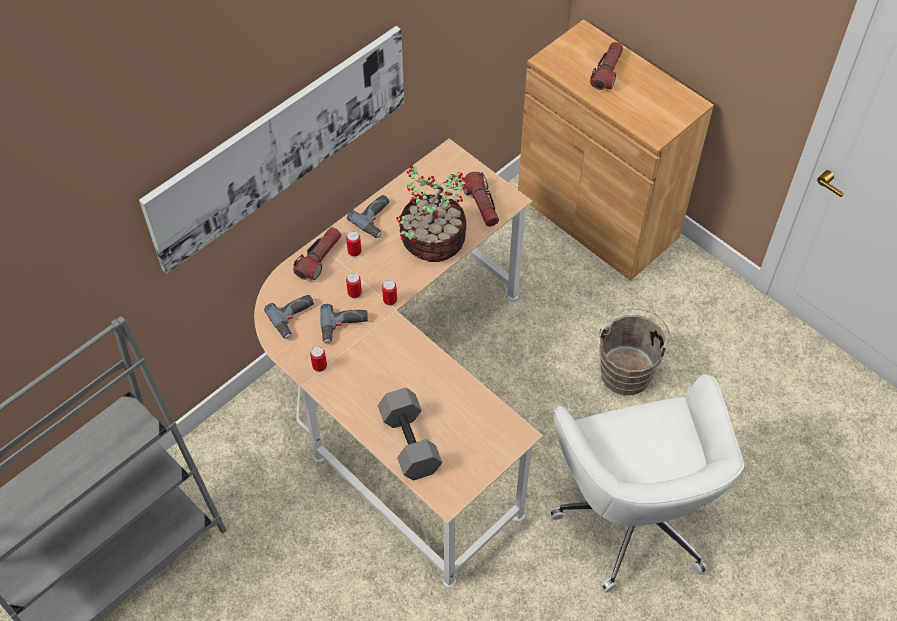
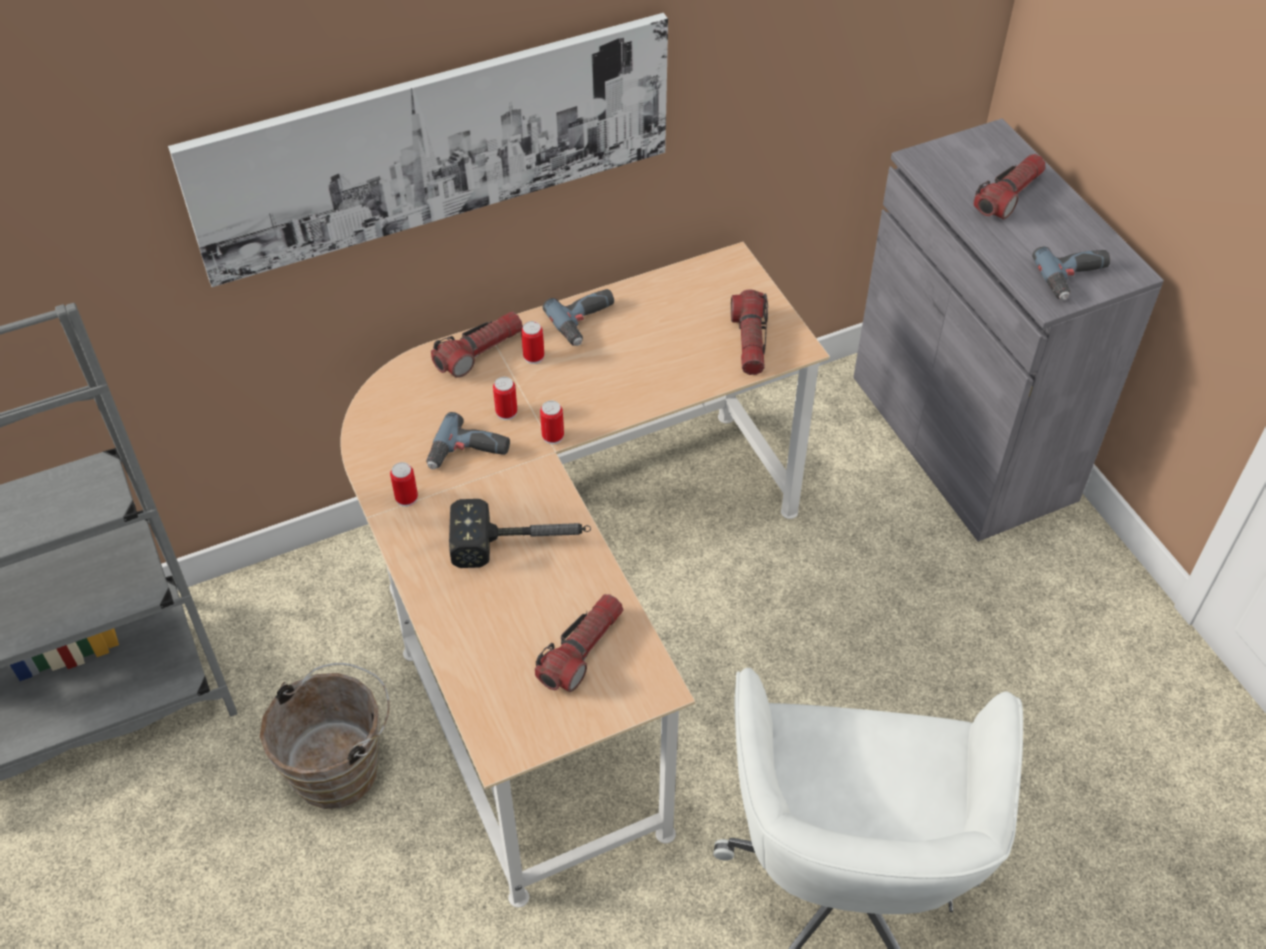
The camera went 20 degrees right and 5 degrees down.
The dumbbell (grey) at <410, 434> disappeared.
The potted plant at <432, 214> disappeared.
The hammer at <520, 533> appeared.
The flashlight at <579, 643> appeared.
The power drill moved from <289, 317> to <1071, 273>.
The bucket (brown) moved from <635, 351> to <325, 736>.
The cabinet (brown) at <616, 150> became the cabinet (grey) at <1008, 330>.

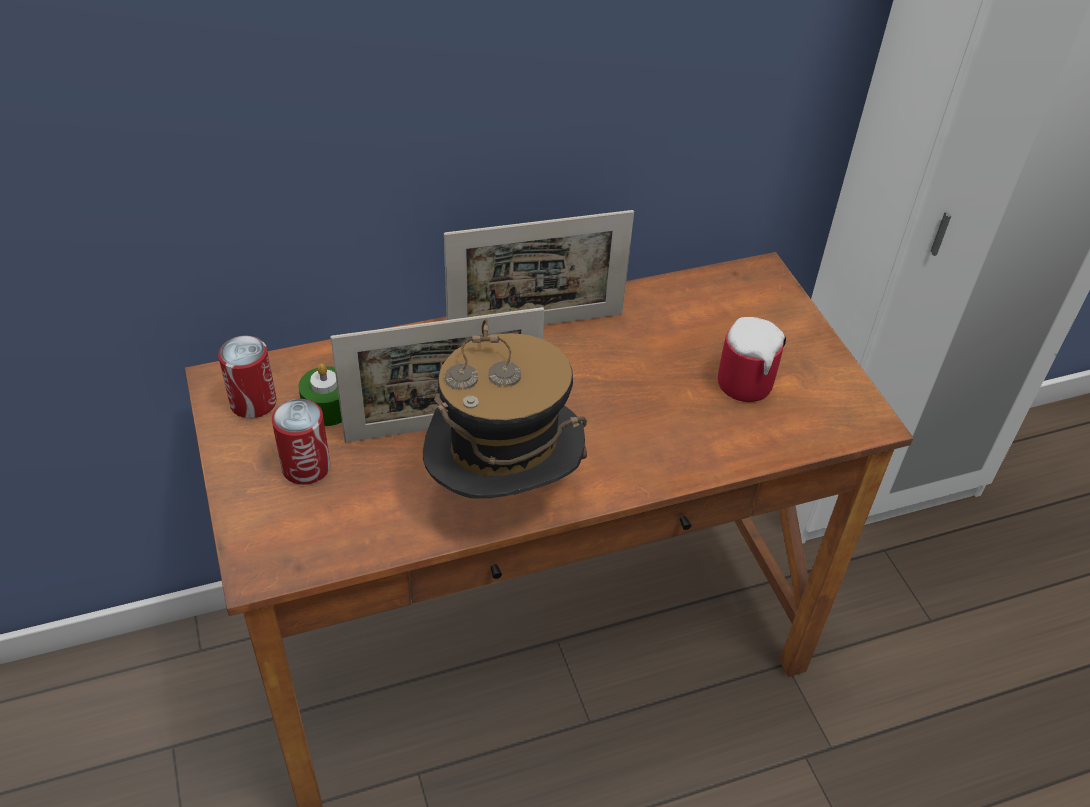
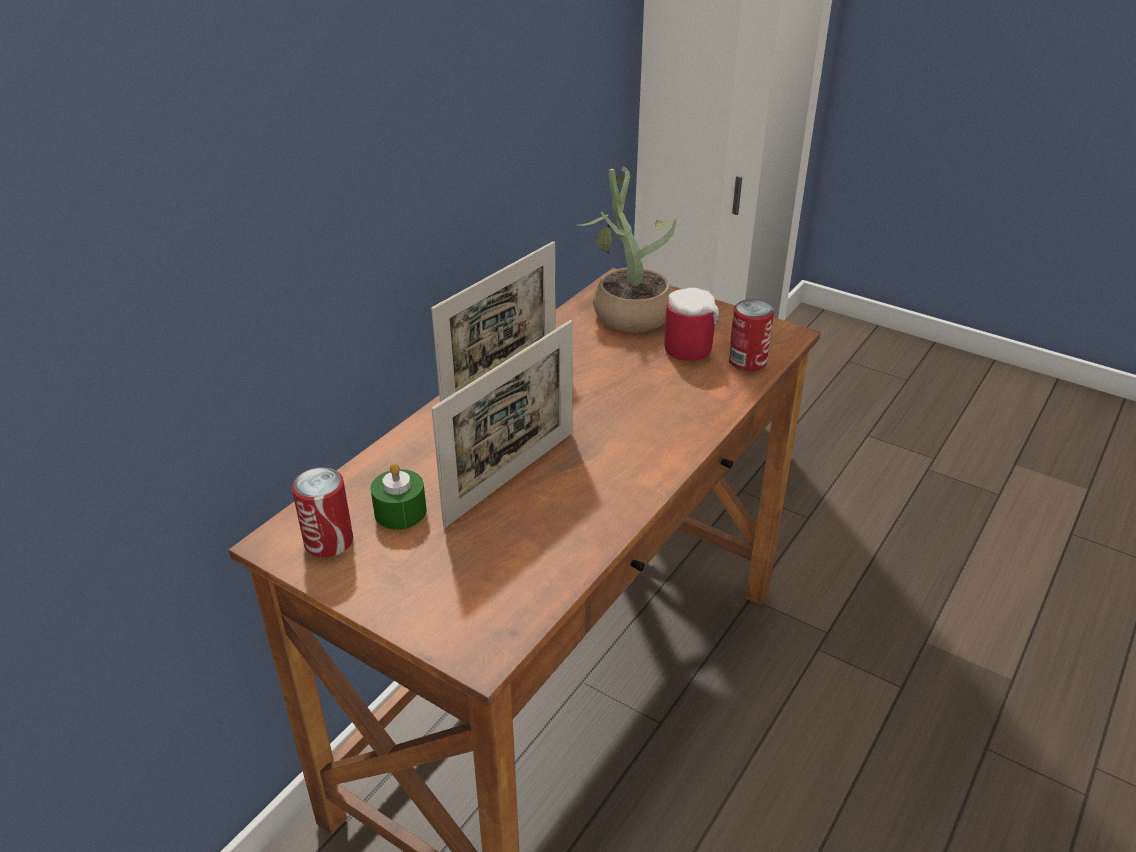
The camera went 35 degrees left and 10 degrees down.
The hat at <505, 409> disappeared.
The potted plant at <628, 249> appeared.
The can moved from <301, 442> to <751, 335>.

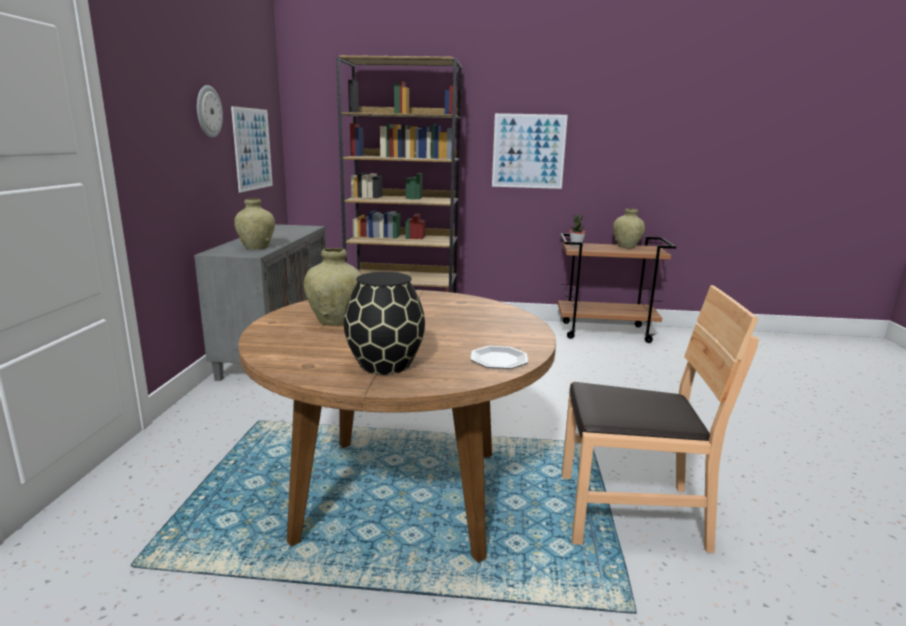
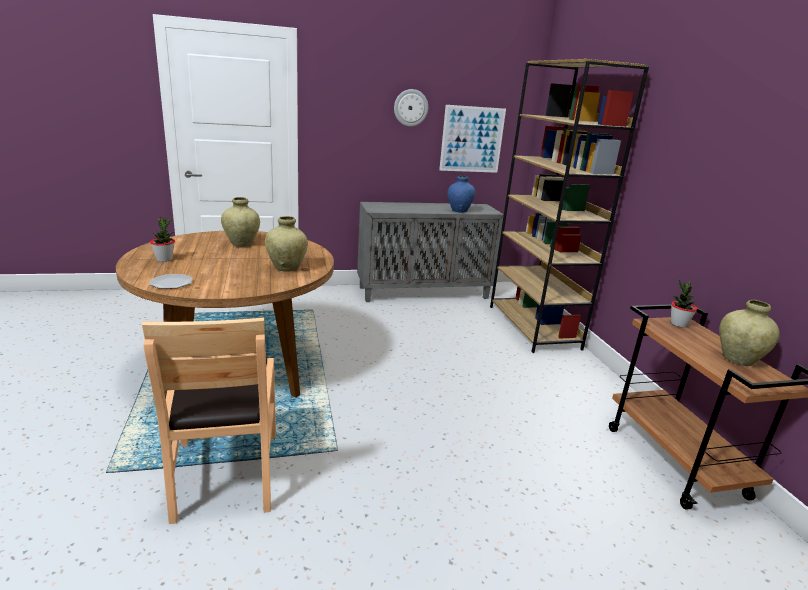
The camera went 70 degrees right and 5 degrees up.
The picture at <530, 151> disappeared.
The vase (blue) at <461, 194> appeared.
The vase (beige) moved from <254, 224> to <286, 244>.
The vase (black) at <384, 323> was replaced by the potted plant at <162, 239>.

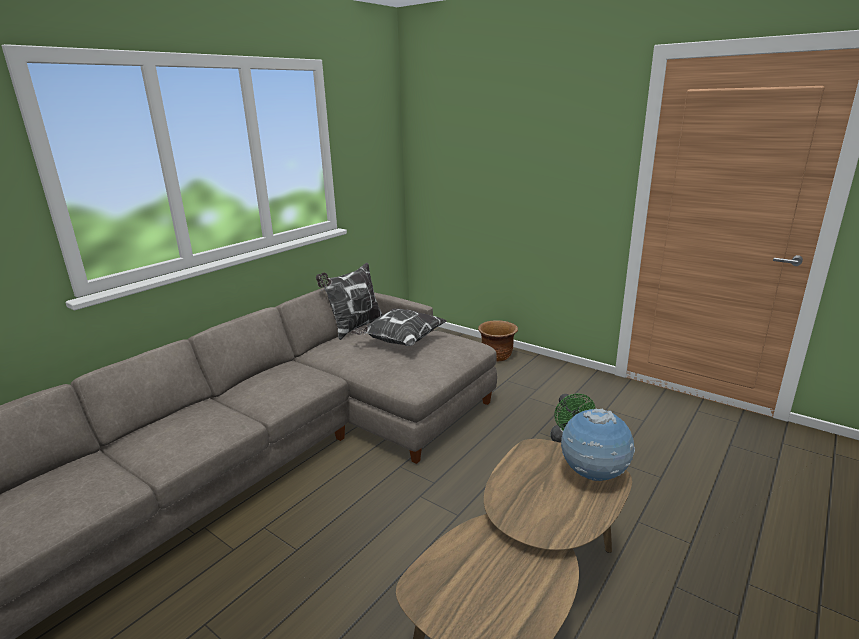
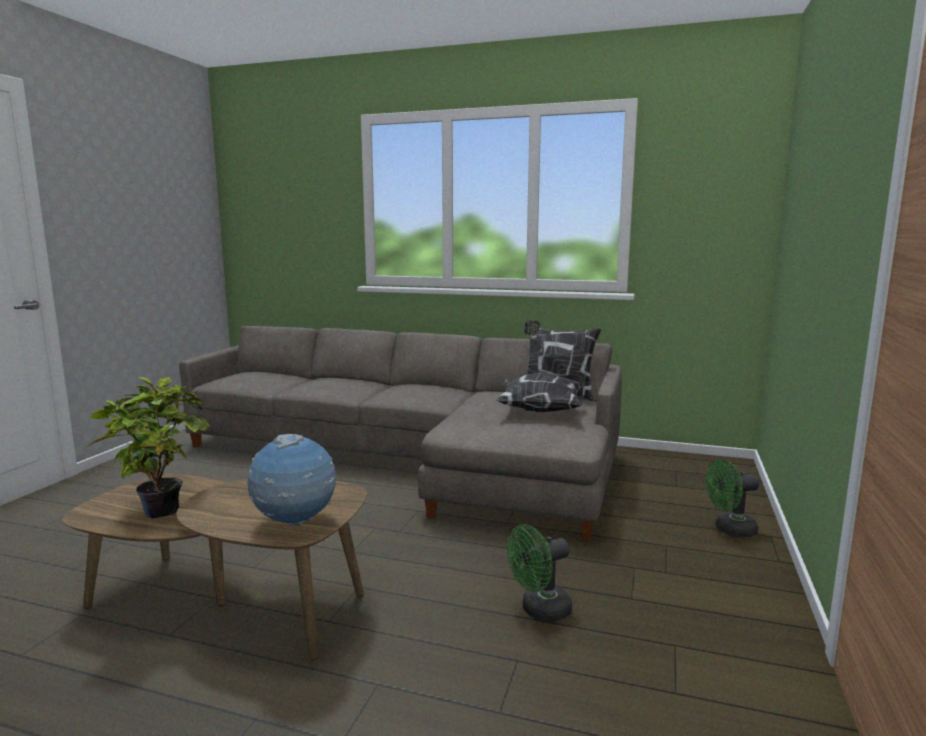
The camera went 70 degrees right and 10 degrees down.
The potted plant at <148, 448> appeared.
The planter (brown) at <498, 341> was replaced by the fan (green) at <732, 498>.

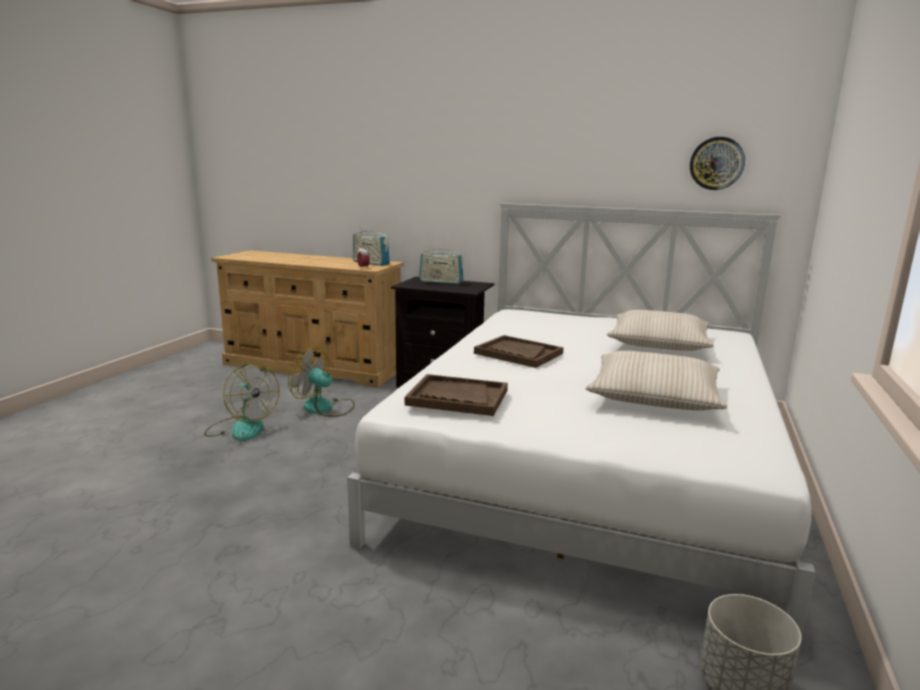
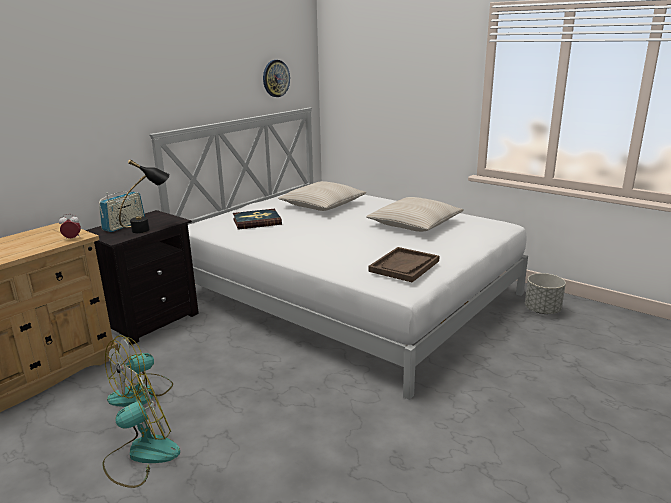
The camera went 70 degrees left and 5 degrees up.
The radio at <371, 246> disappeared.
The tray (brown) at <518, 351> disappeared.
The table lamp (black) at <144, 196> appeared.
The book at <257, 219> appeared.

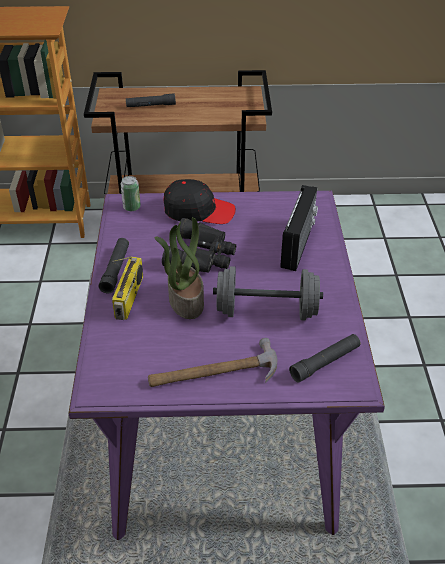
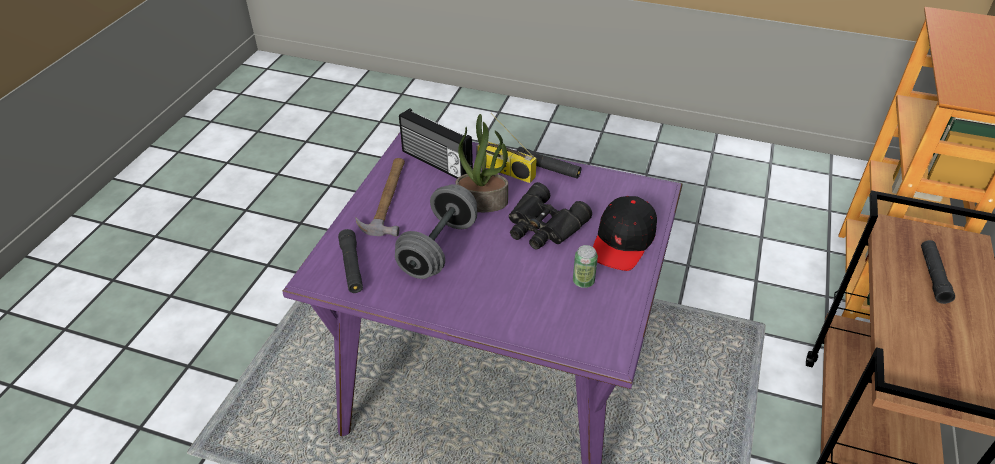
The camera went 110 degrees right and 0 degrees up.
The can moved from <131, 193> to <585, 266>.
The radio moved from <299, 228> to <436, 143>.

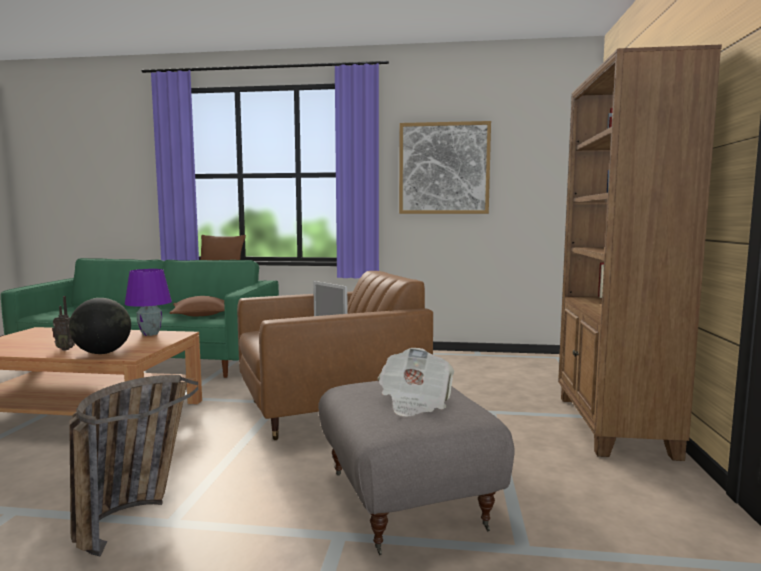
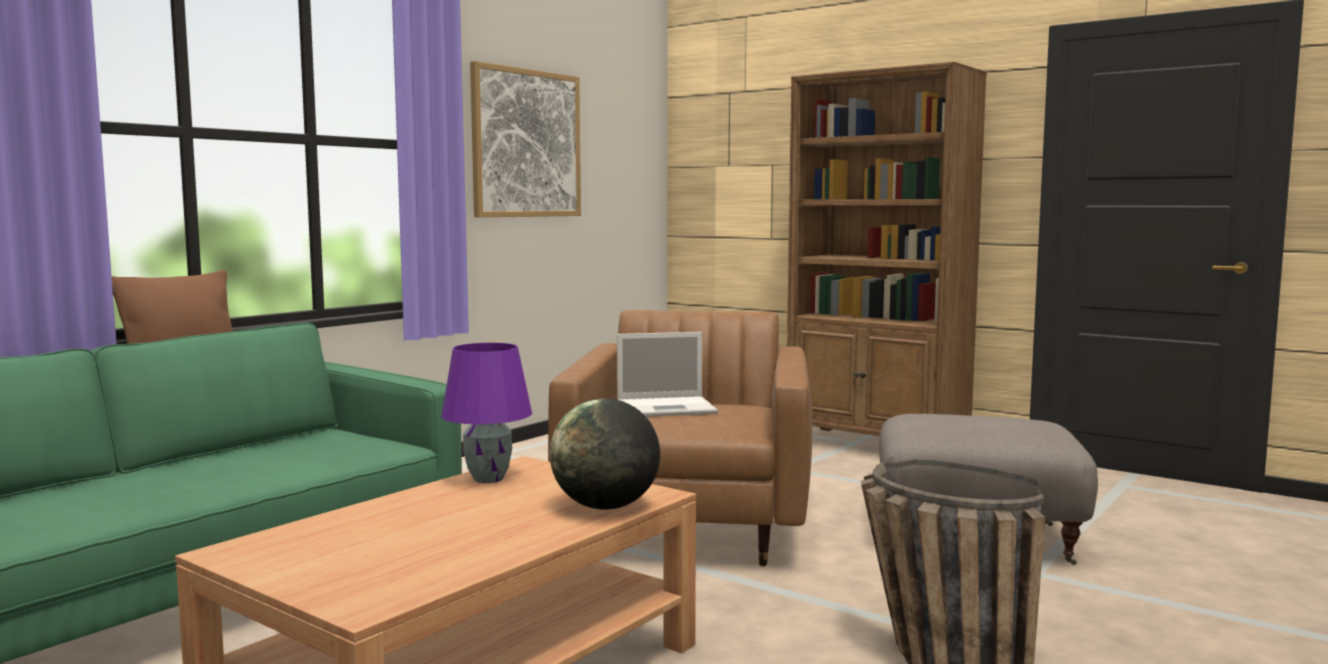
The camera went 60 degrees left and 0 degrees up.
The radio at <63, 323> disappeared.
The pillow (brown) at <197, 306> disappeared.
The newspaper at <416, 382> disappeared.

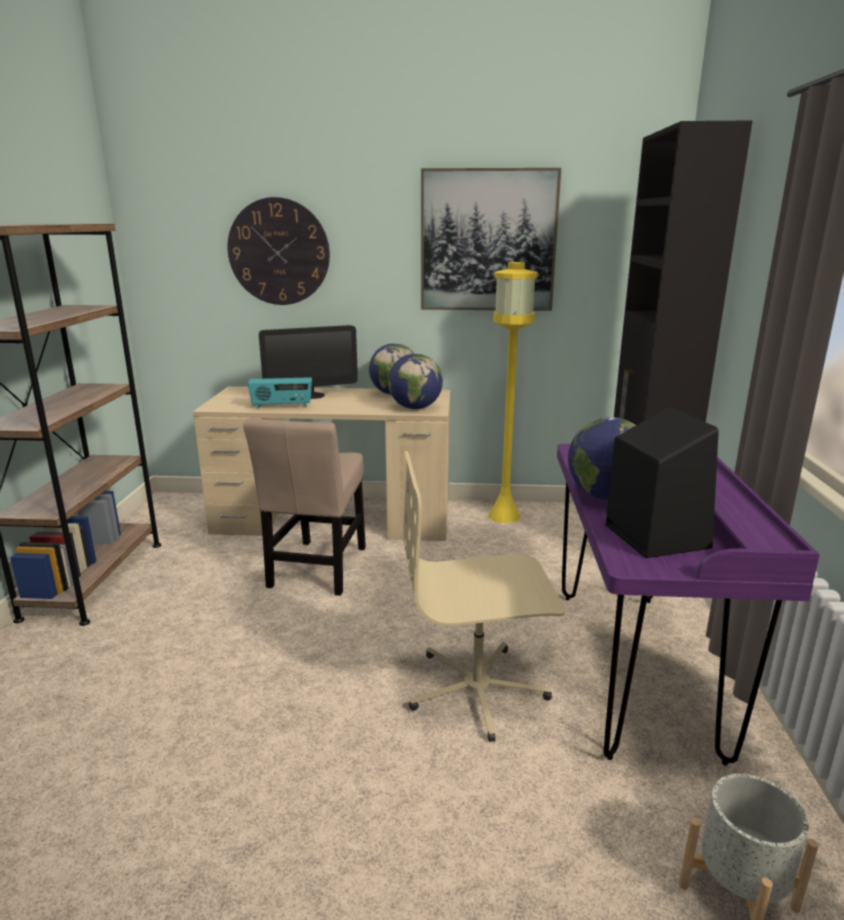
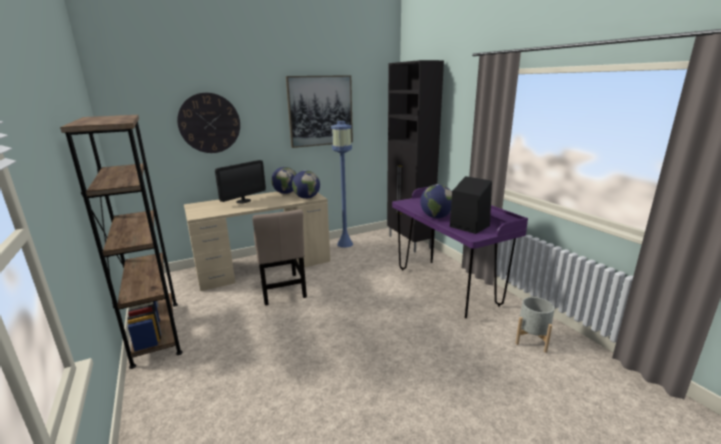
The camera went 30 degrees left and 0 degrees up.
The radio at <280, 392> disappeared.
The office chair (beige) at <484, 596> disappeared.
The floor lamp (yellow) at <513, 392> became the floor lamp (blue) at <342, 184>.

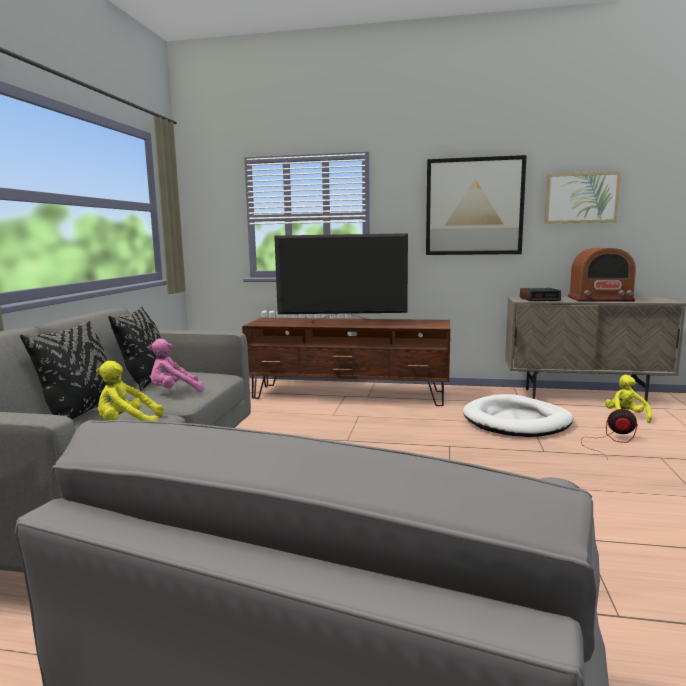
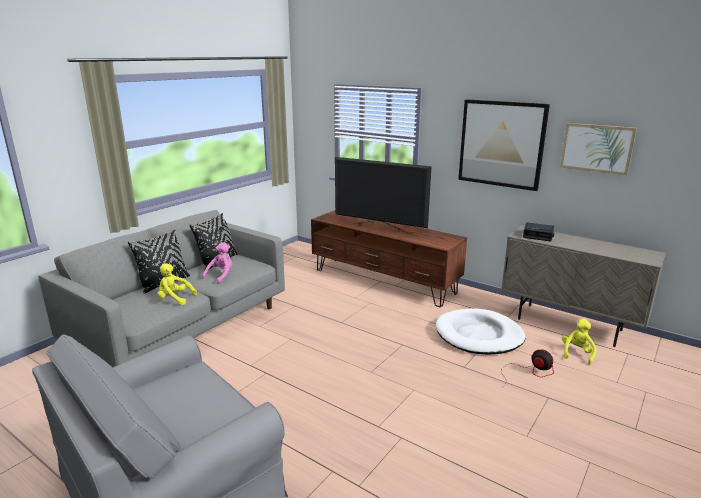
The camera went 25 degrees right and 10 degrees up.
The radio at <602, 274> disappeared.
The plush toy (pink) at <176, 365> turned 120 degrees clockwise.

